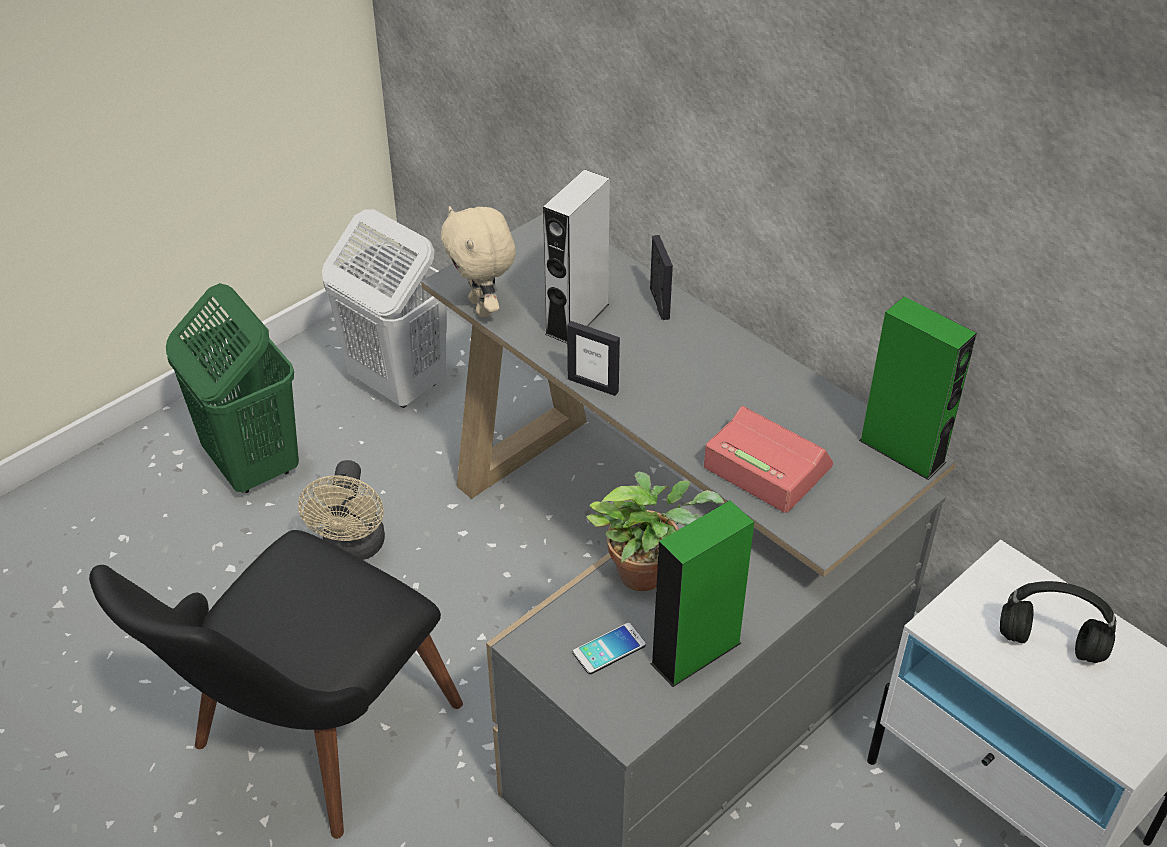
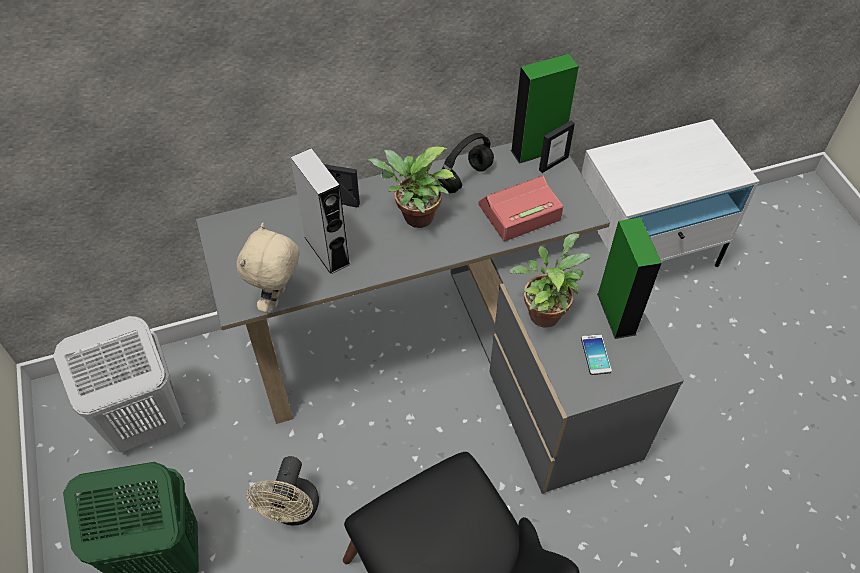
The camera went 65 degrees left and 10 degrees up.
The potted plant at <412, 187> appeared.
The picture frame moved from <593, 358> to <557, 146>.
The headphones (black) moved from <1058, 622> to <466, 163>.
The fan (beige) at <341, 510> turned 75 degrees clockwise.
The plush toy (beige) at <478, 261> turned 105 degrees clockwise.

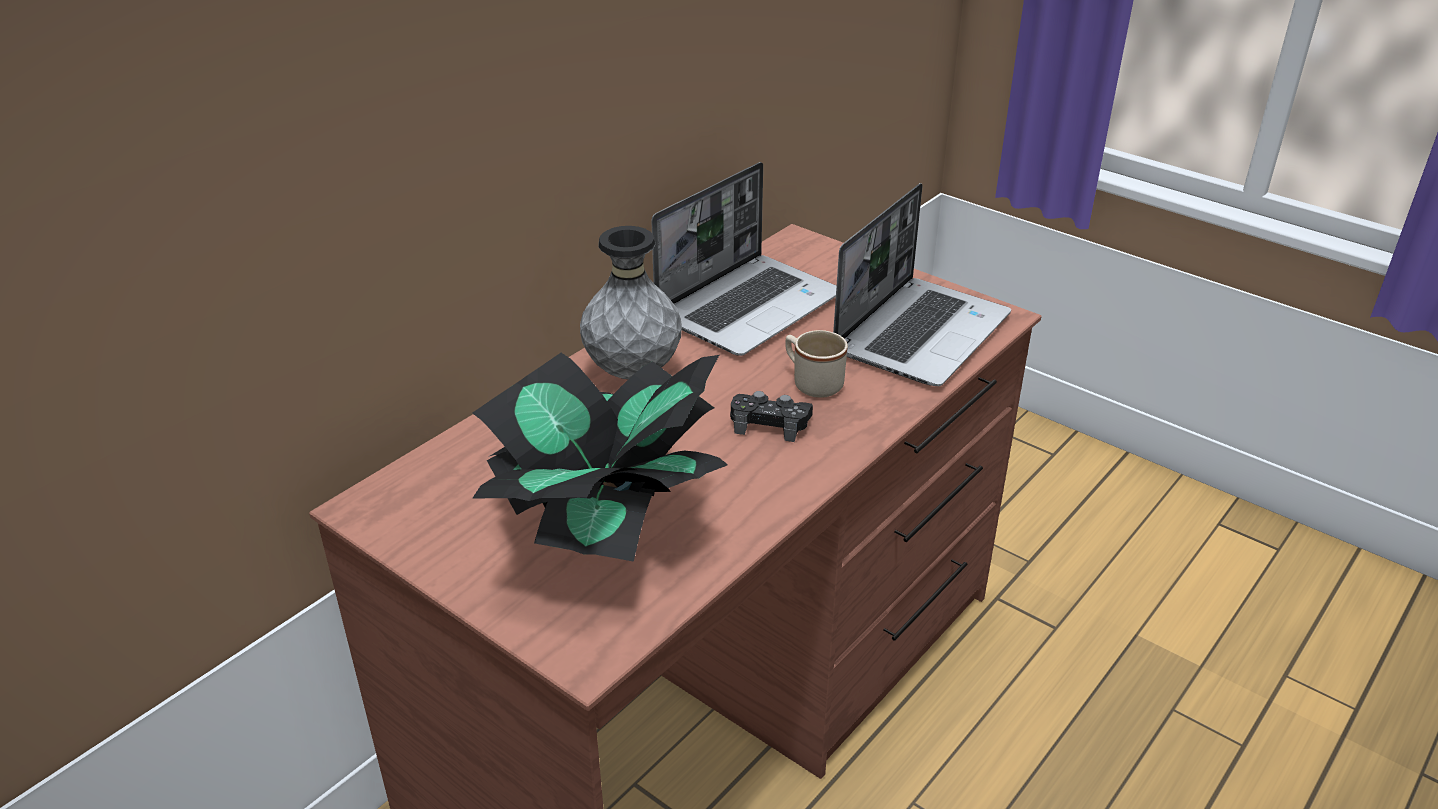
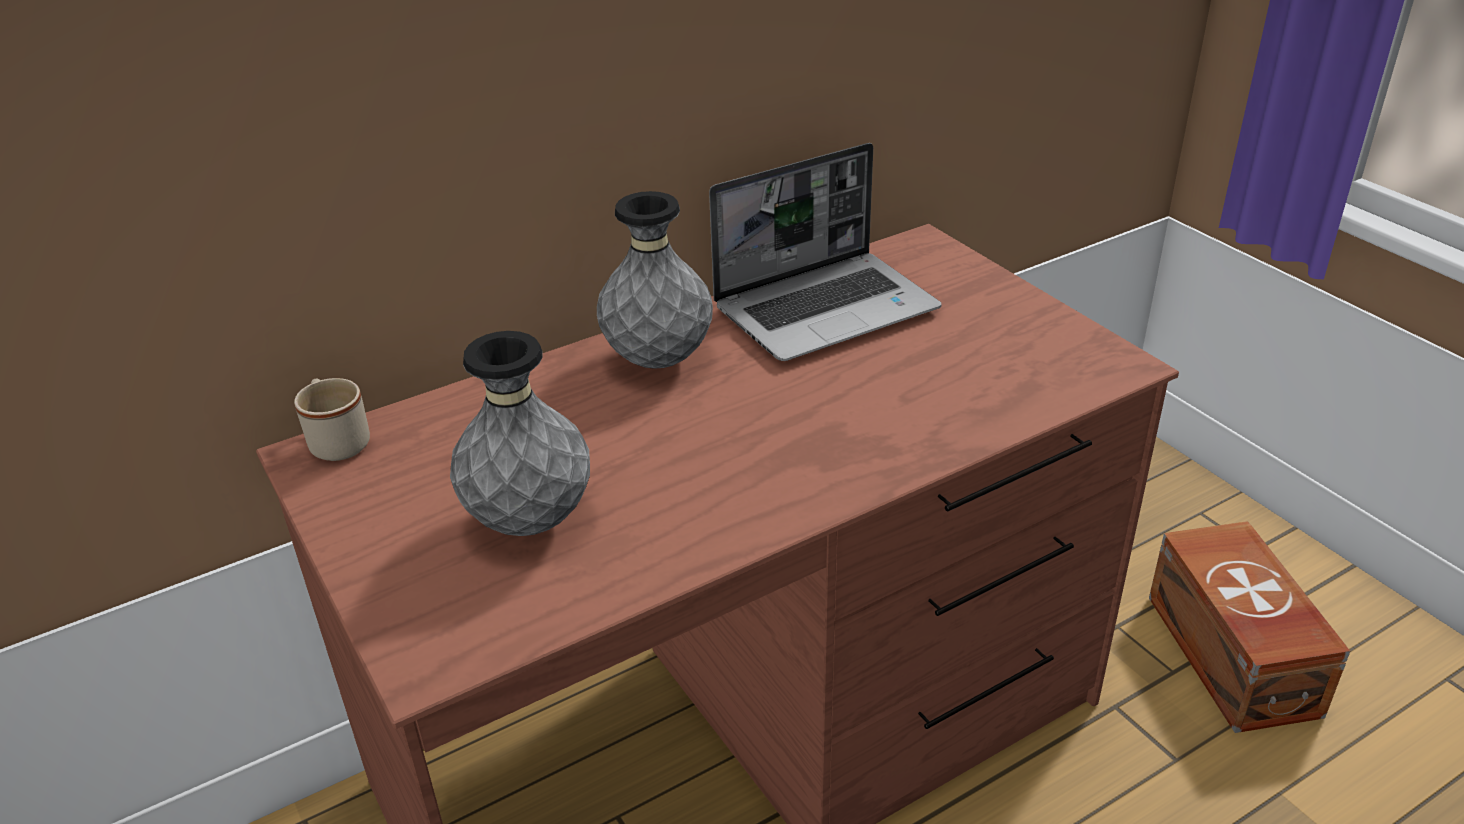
The camera went 20 degrees right and 0 degrees up.
The game controller (black) at <771, 416> disappeared.
The laptop at <922, 284> disappeared.
The storage box (brown) at <1249, 627> appeared.
The mug (beige) moved from <816, 364> to <332, 419>.
The potted plant at <600, 457> was replaced by the vase (grey) at <520, 433>.

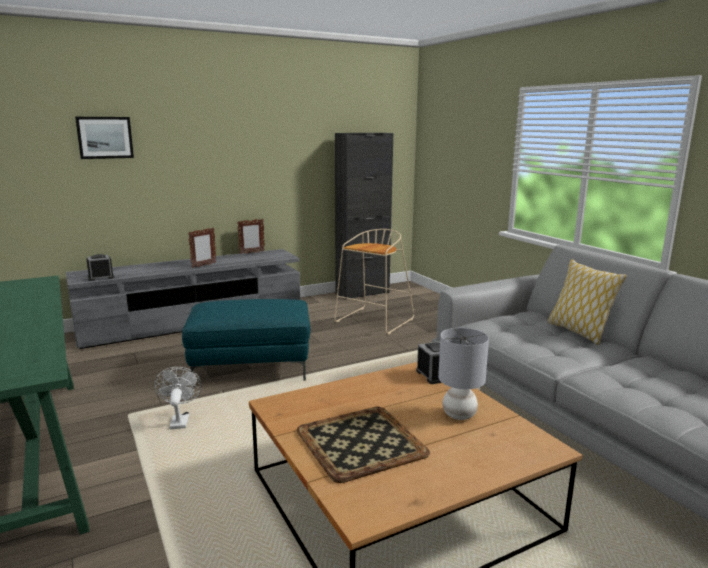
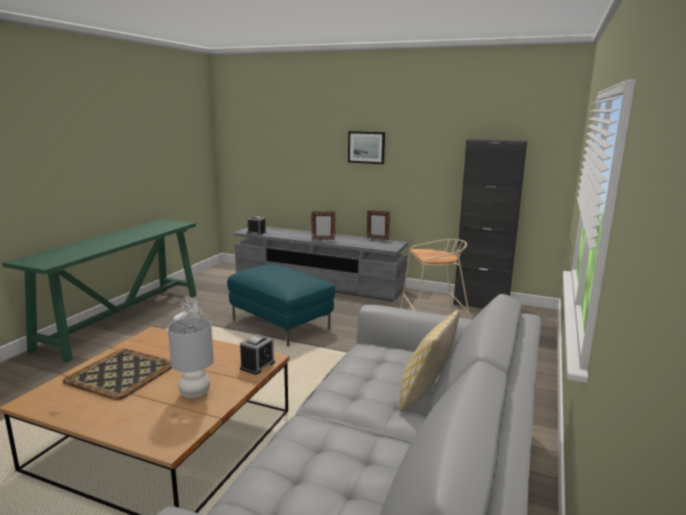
The camera went 50 degrees right and 0 degrees up.
The picture moved from <104, 138> to <366, 147>.

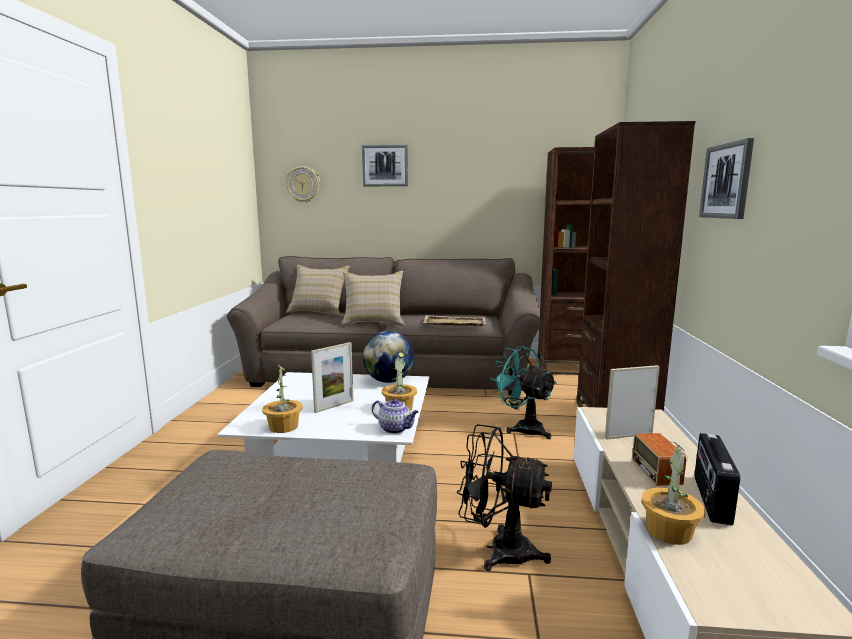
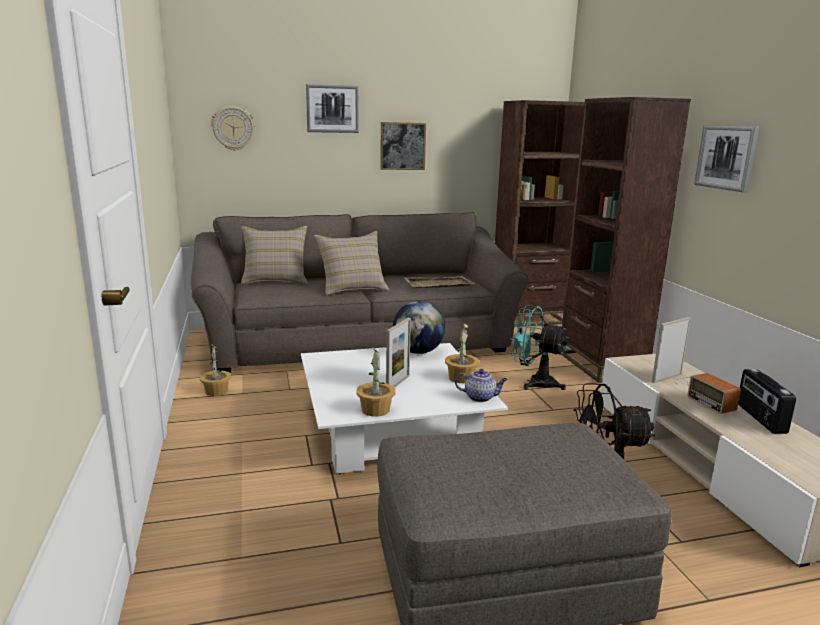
The camera went 20 degrees left and 5 degrees up.
The picture at <403, 146> appeared.
The potted plant moved from <673, 492> to <215, 370>.

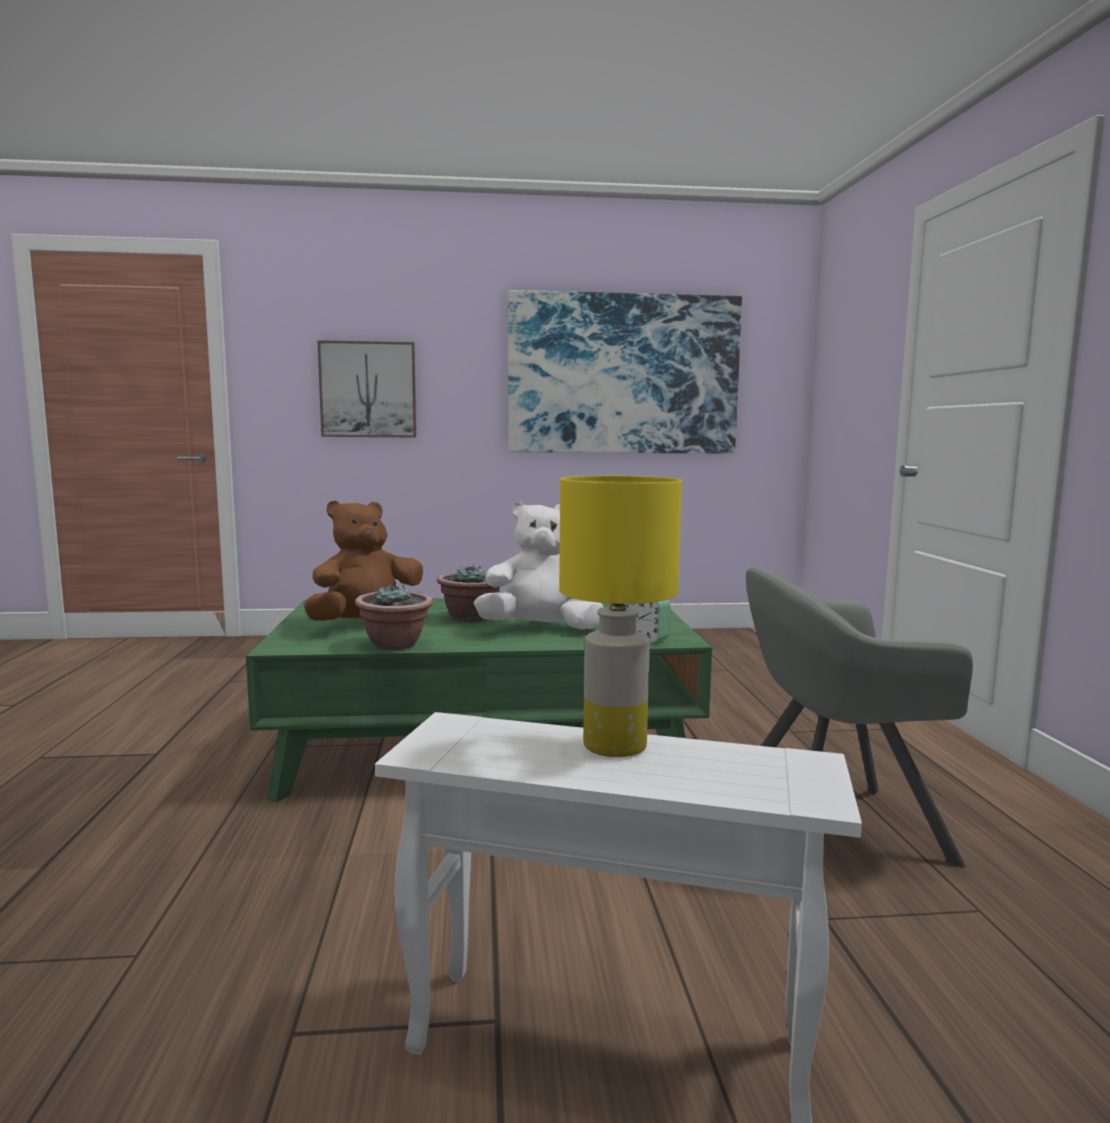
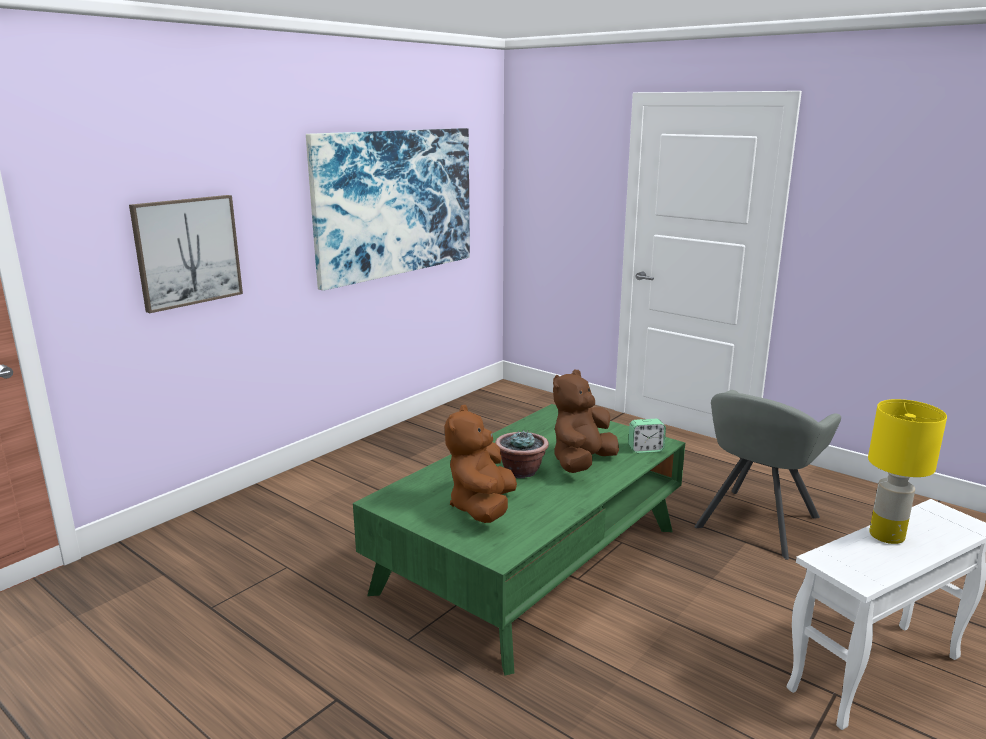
The camera went 45 degrees left and 10 degrees up.
The potted plant at <394, 617> disappeared.
The plush toy (white) at <539, 566> became the plush toy (brown) at <586, 421>.

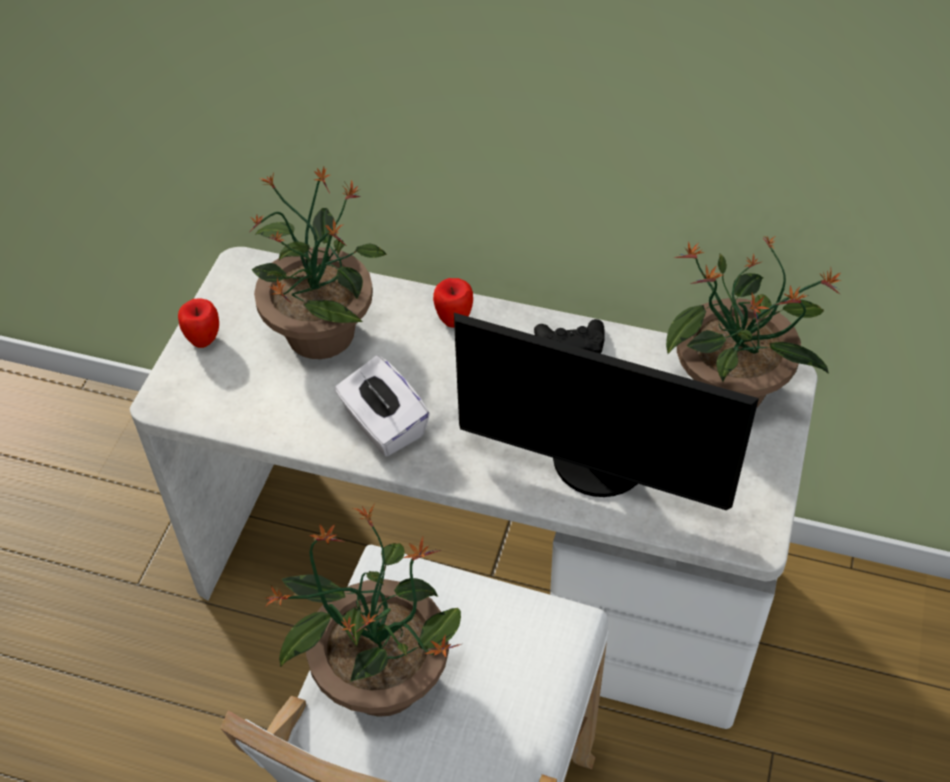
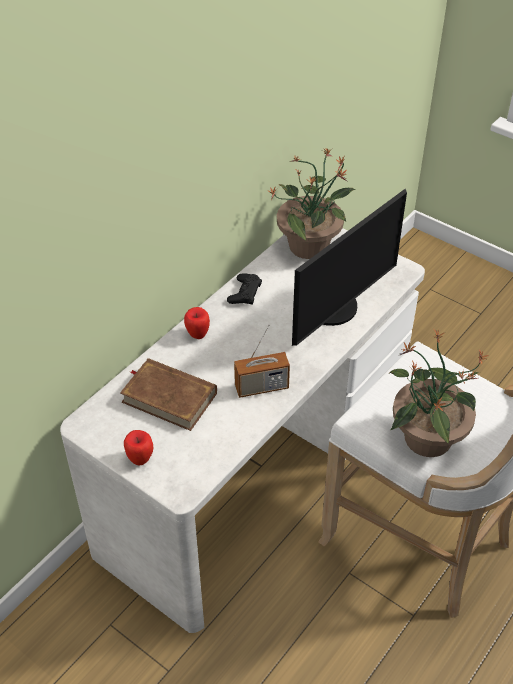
The camera went 70 degrees left and 5 degrees down.
The potted plant at <318, 263> was replaced by the book (brown) at <168, 394>.
The tissue box (white) at <382, 406> was replaced by the radio at <262, 361>.

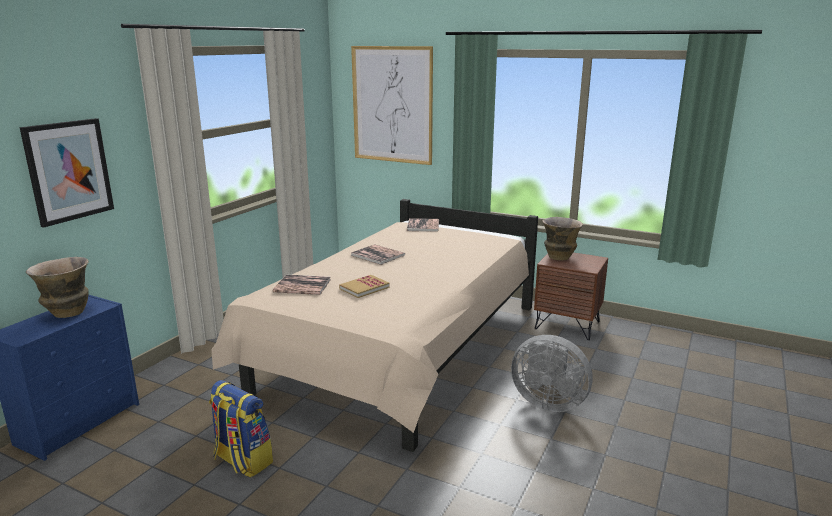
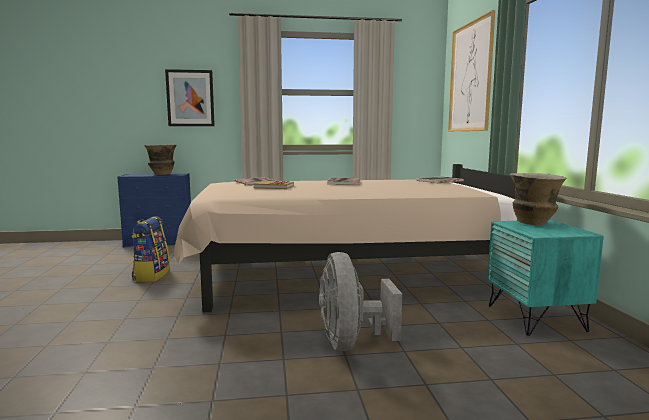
The camera went 55 degrees right and 10 degrees down.
The nightstand (brown) at <571, 296> became the nightstand (turquoise) at <545, 278>.

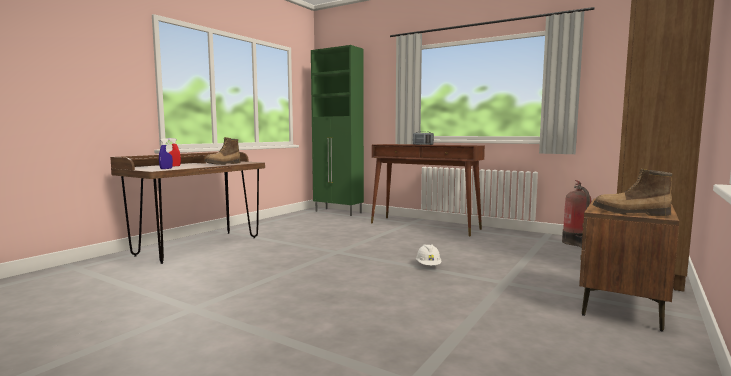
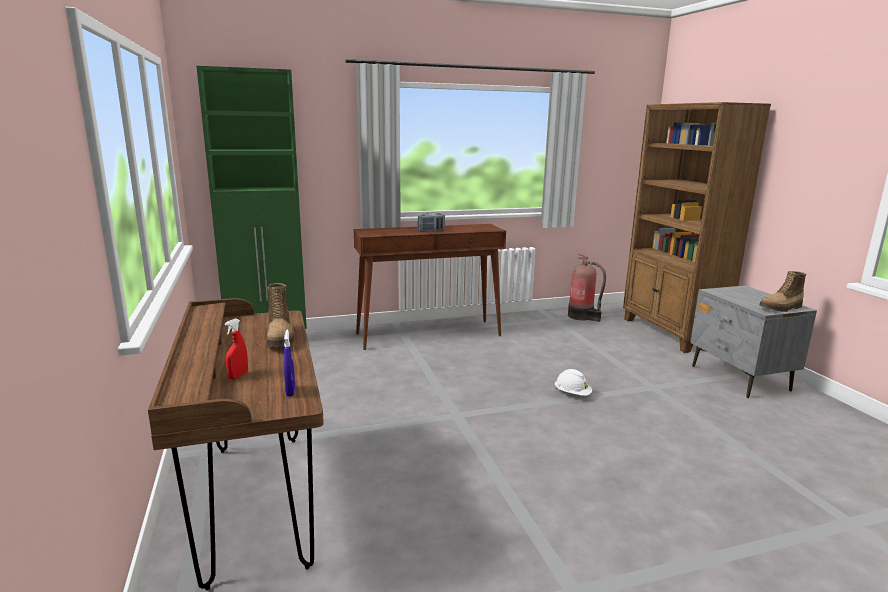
The camera went 50 degrees left and 10 degrees up.
The nightstand (brown) at <629, 265> became the nightstand (grey) at <753, 341>.

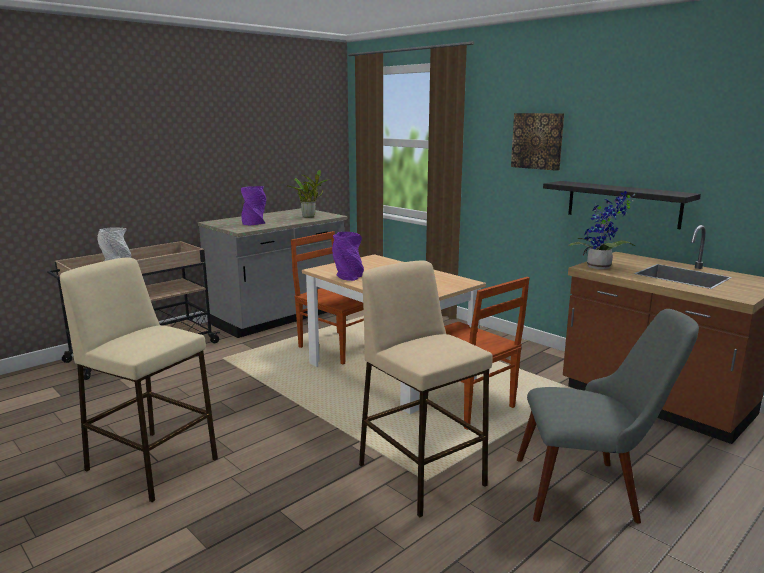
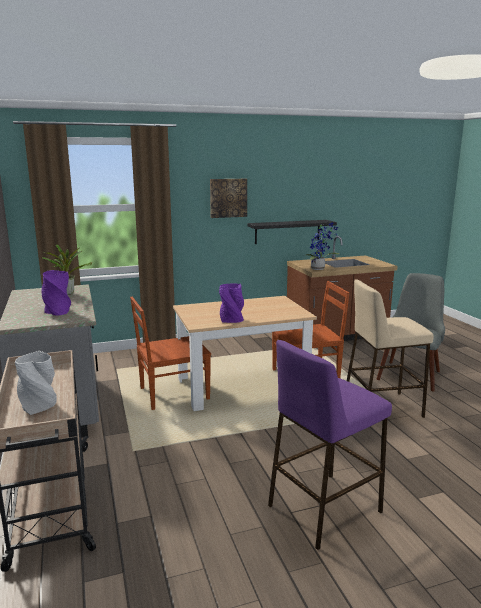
The camera went 65 degrees left and 0 degrees up.
The stool (beige) at <139, 379> became the stool (purple) at <330, 445>.

